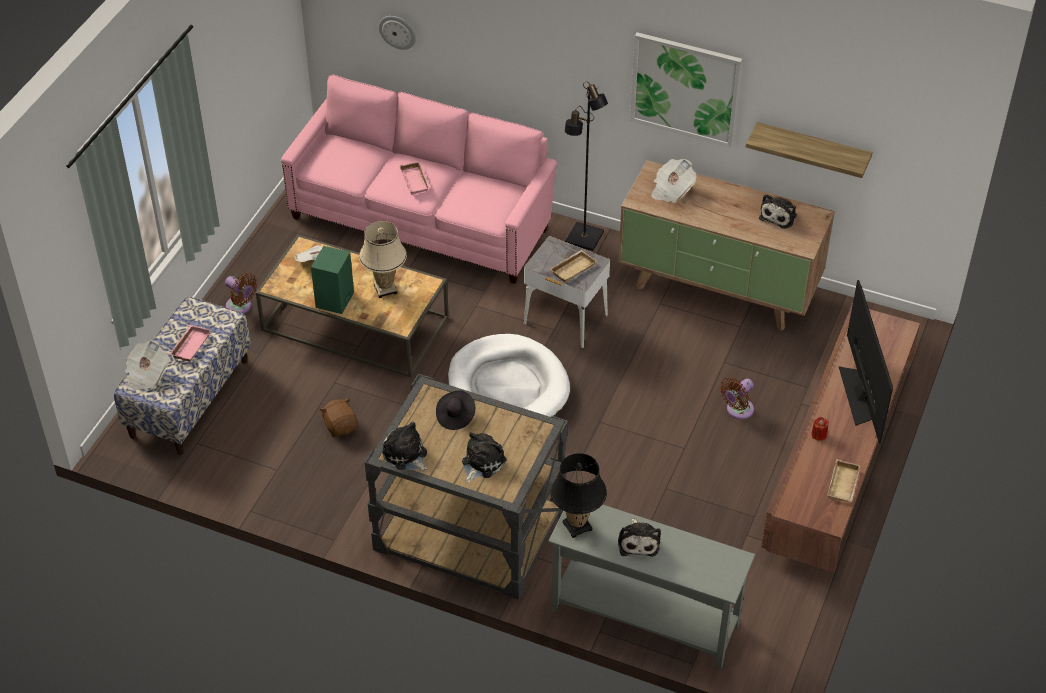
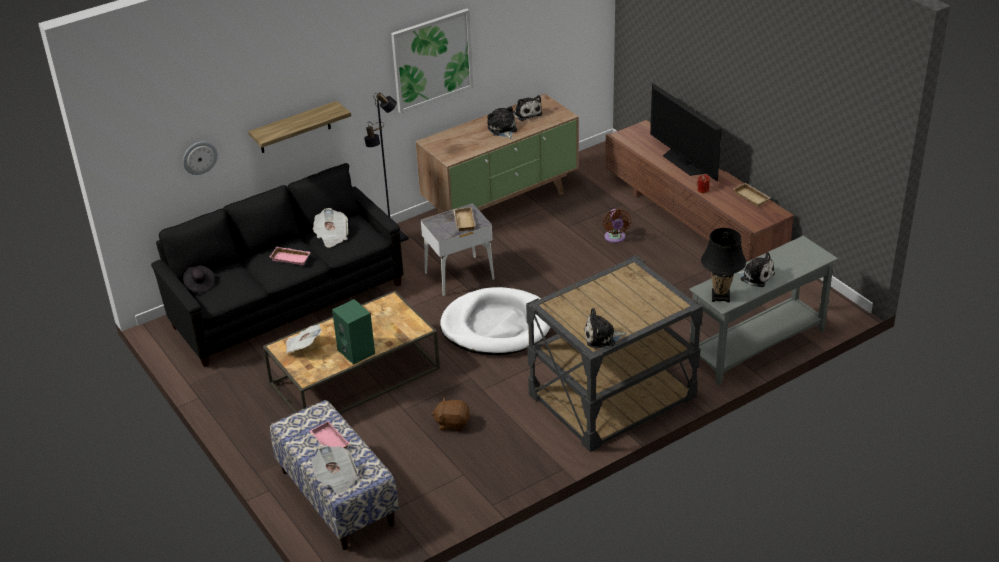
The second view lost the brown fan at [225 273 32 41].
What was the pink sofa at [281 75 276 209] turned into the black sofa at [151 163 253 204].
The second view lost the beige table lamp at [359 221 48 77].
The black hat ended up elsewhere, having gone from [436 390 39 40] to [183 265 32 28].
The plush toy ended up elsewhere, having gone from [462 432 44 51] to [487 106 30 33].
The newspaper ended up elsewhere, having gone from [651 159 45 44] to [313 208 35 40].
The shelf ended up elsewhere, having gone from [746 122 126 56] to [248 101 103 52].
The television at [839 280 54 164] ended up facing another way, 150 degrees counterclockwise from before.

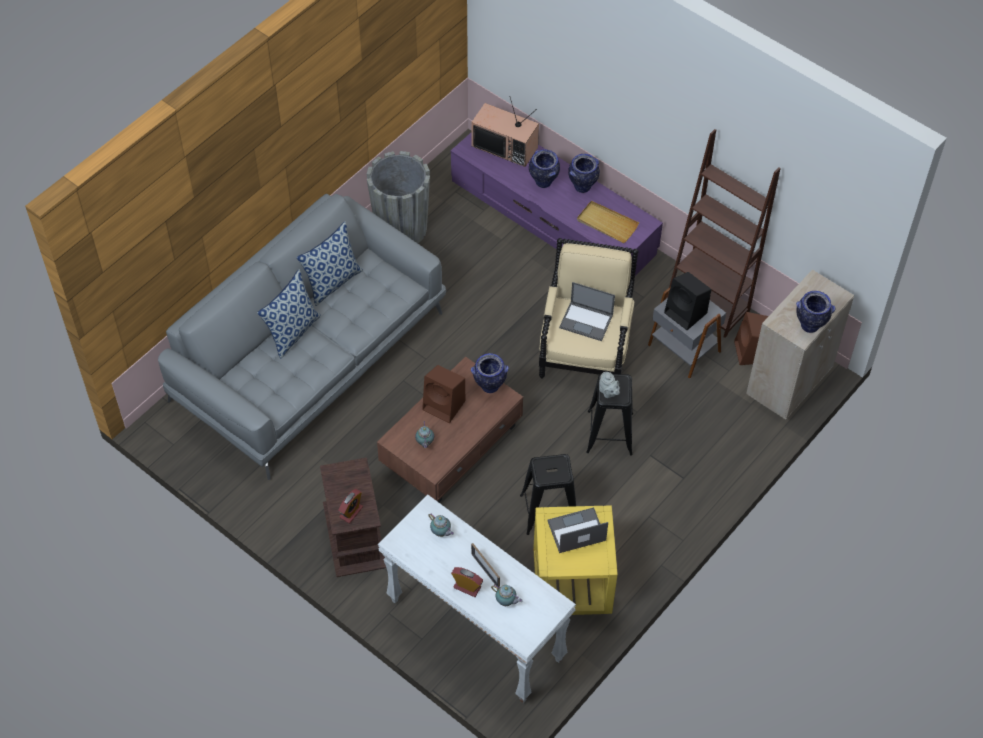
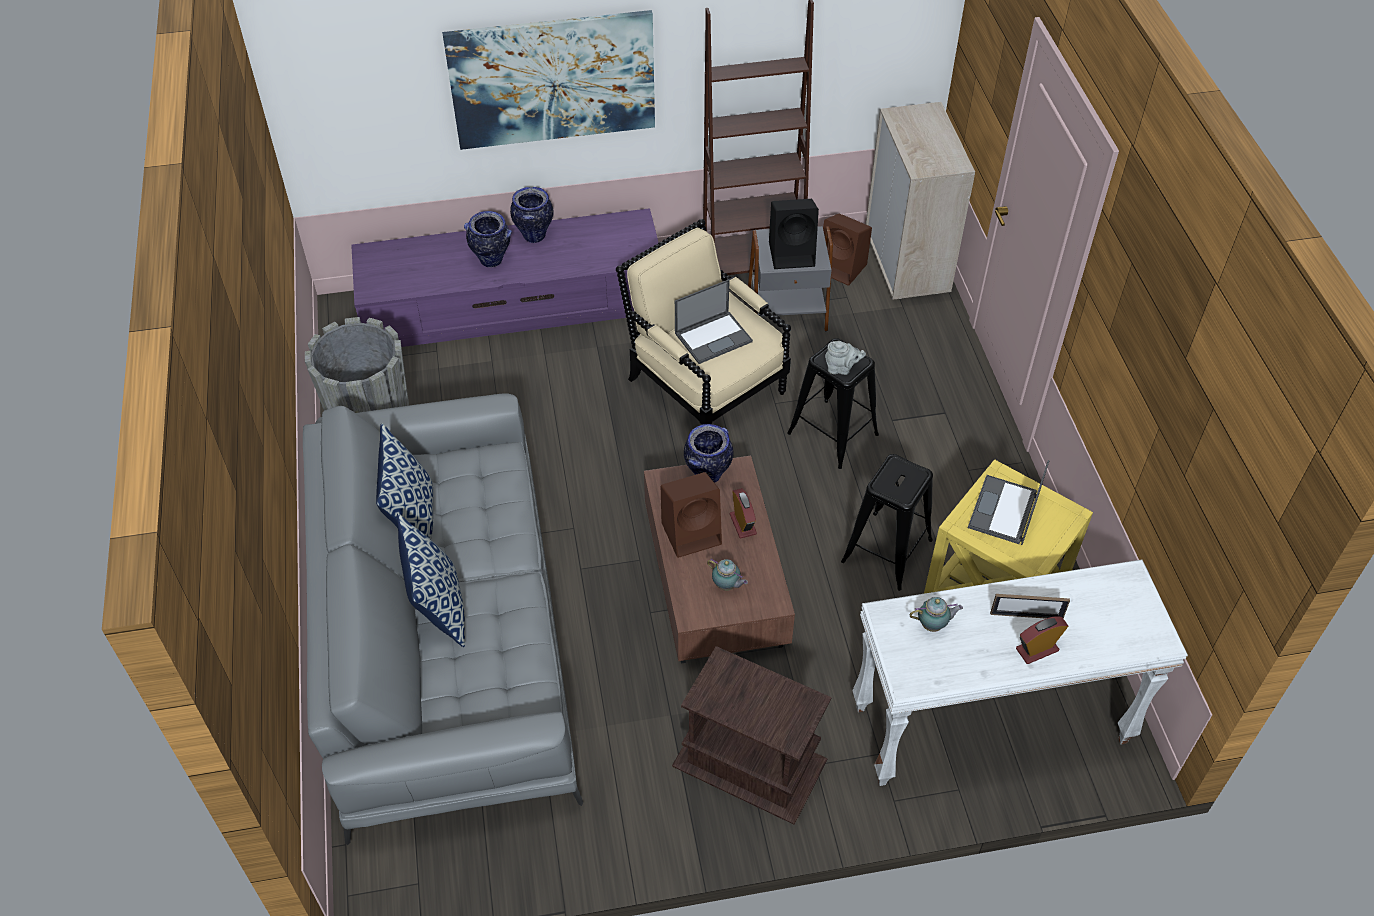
The alarm clock ended up elsewhere, having gone from [338 489 25 34] to [730 488 27 50].
The second view lost the television at [471 98 68 69].
The second view lost the teapot at [491 585 32 21].
The second view lost the beige tray at [577 201 62 42].
The second view lost the vase at [796 291 39 42].
The second view gained the picture at [442 10 213 140].

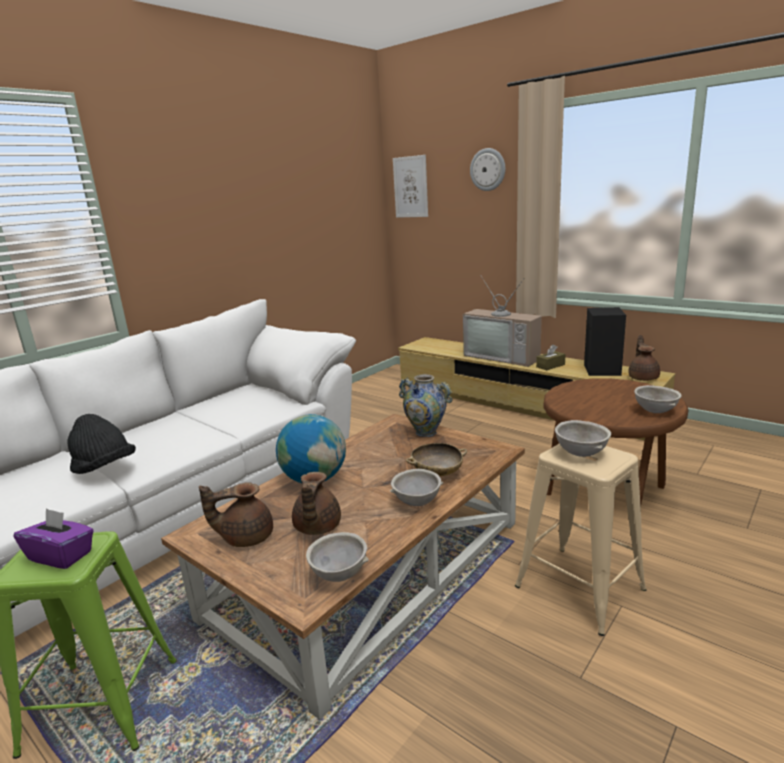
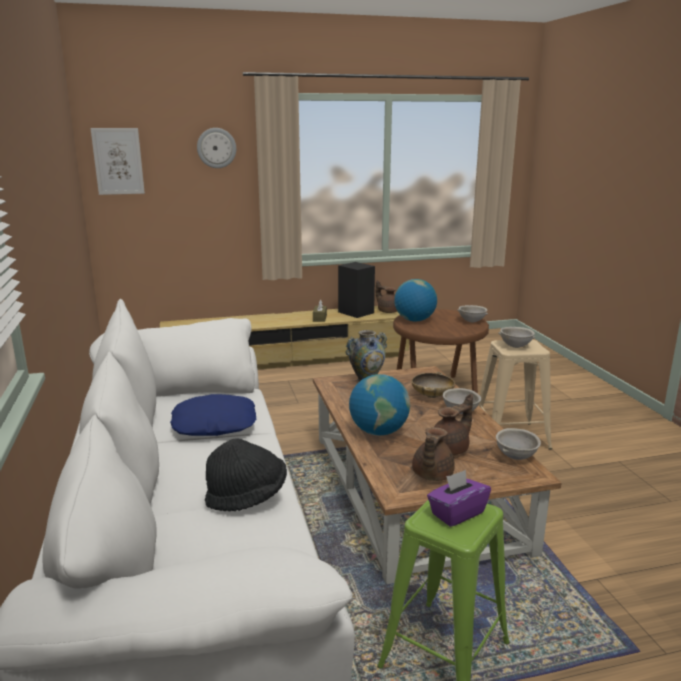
The brown teapot at [292 472 49 63] ended up facing another way, 75 degrees counterclockwise from before.
The second view lost the television at [463 275 79 92].
The second view gained the blue pillow at [170 394 86 42].
The second view gained the globe at [394 279 43 42].

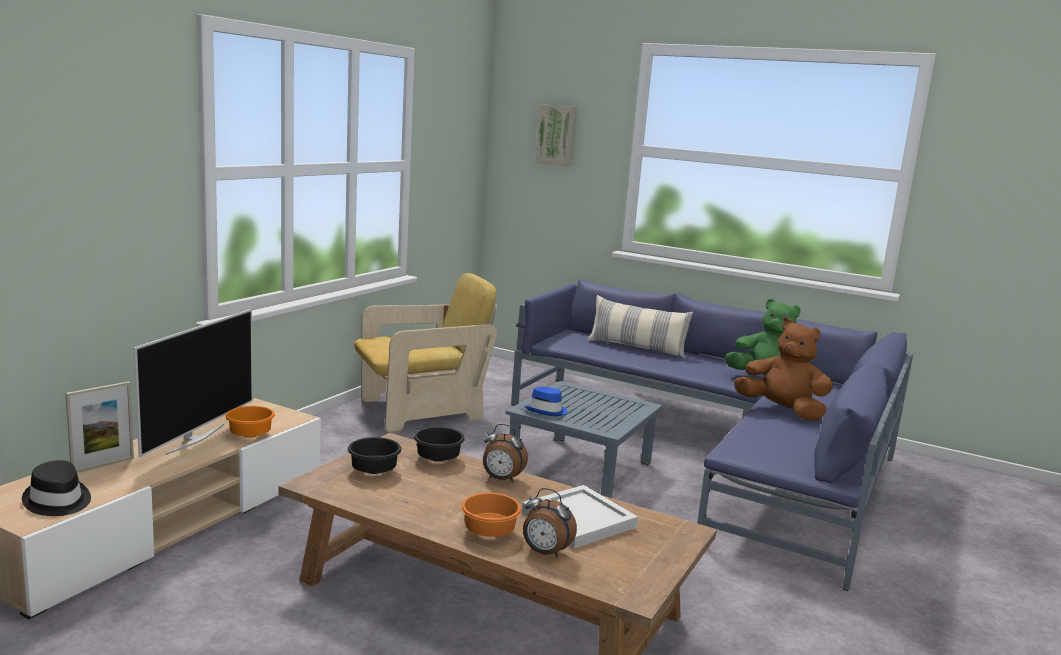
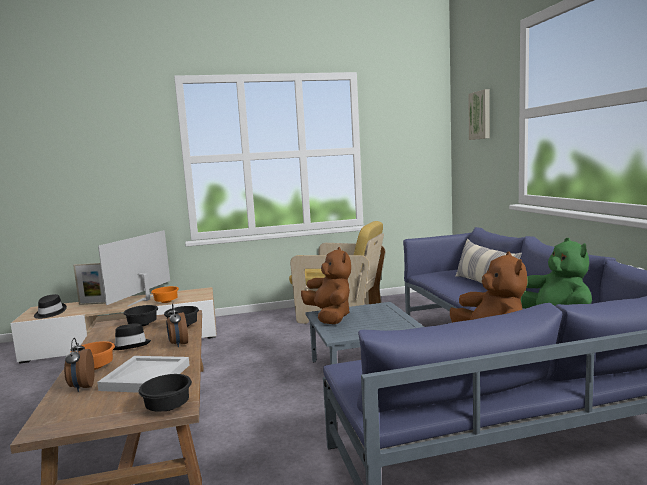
The television at [134 309 119 148] ended up facing another way, 135 degrees clockwise from before.
Where the blue hat stood at [525 387 43 29], the brown plush toy came to stand at [301 247 50 77].
The second view gained the black hat at [113 323 38 27].
The second view gained the black bowl at [138 374 54 37].

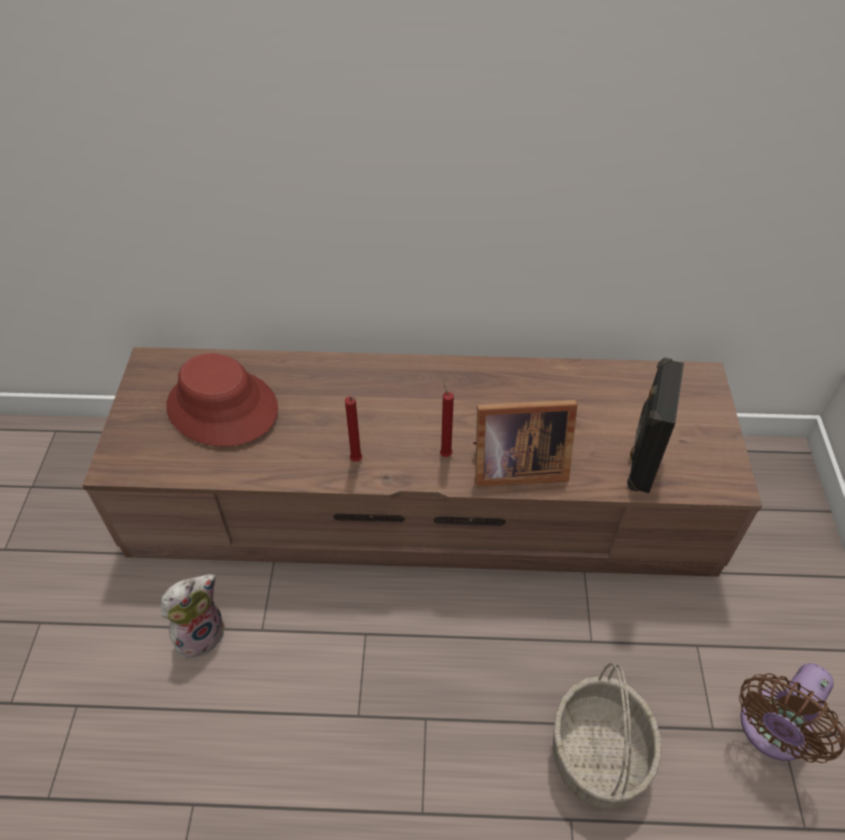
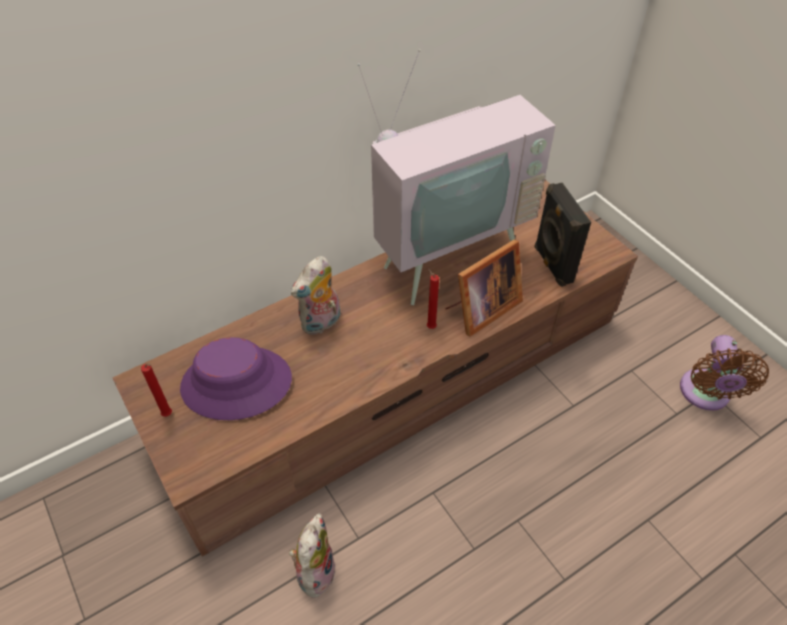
What was the red hat at [166 353 112 93] turned into the purple hat at [180 337 112 83].
The red candle ended up elsewhere, having gone from [345 396 17 66] to [141 363 31 54].
The second view lost the basket at [553 663 108 146].
The second view gained the plush toy at [291 256 50 79].
The second view gained the television at [357 49 199 256].

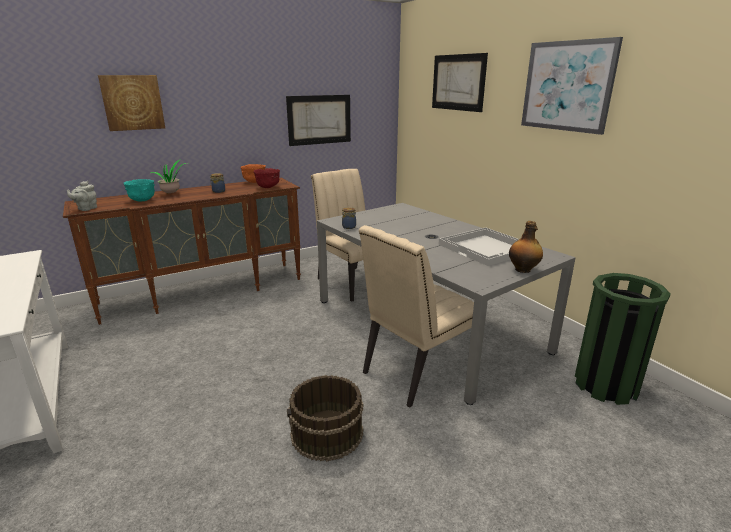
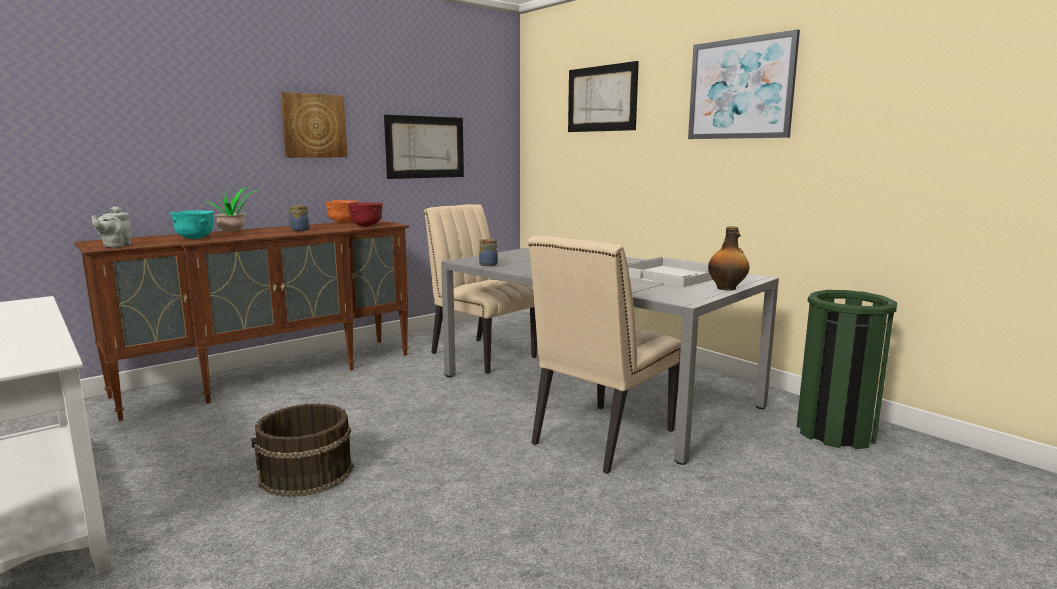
The picture ended up elsewhere, having gone from [98 75 67 56] to [280 92 67 66].
The brown bucket ended up elsewhere, having gone from [287 375 76 87] to [251 403 102 94].

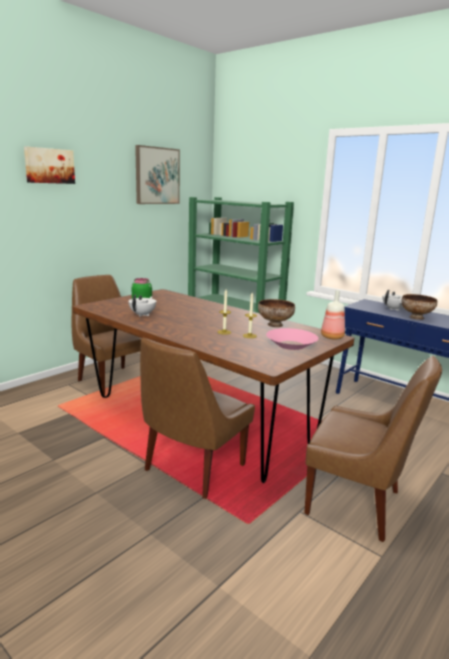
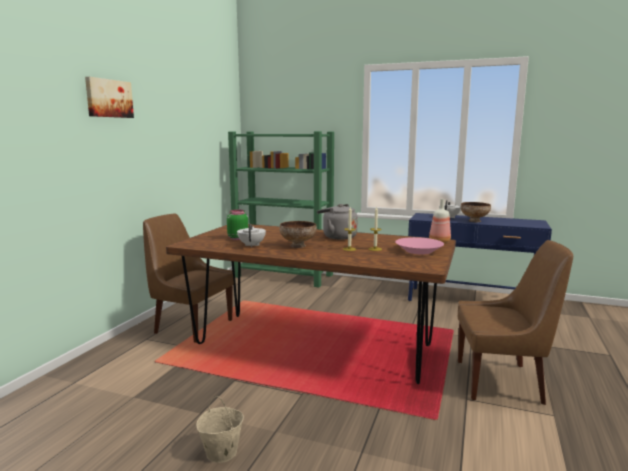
The second view lost the picture at [135 145 45 59].
The second view lost the brown chair at [140 338 115 161].
The bowl ended up elsewhere, having gone from [258 299 37 28] to [279 221 38 27].
The second view gained the beige bucket at [196 396 48 67].
The second view gained the grey kettle at [317 204 41 36].

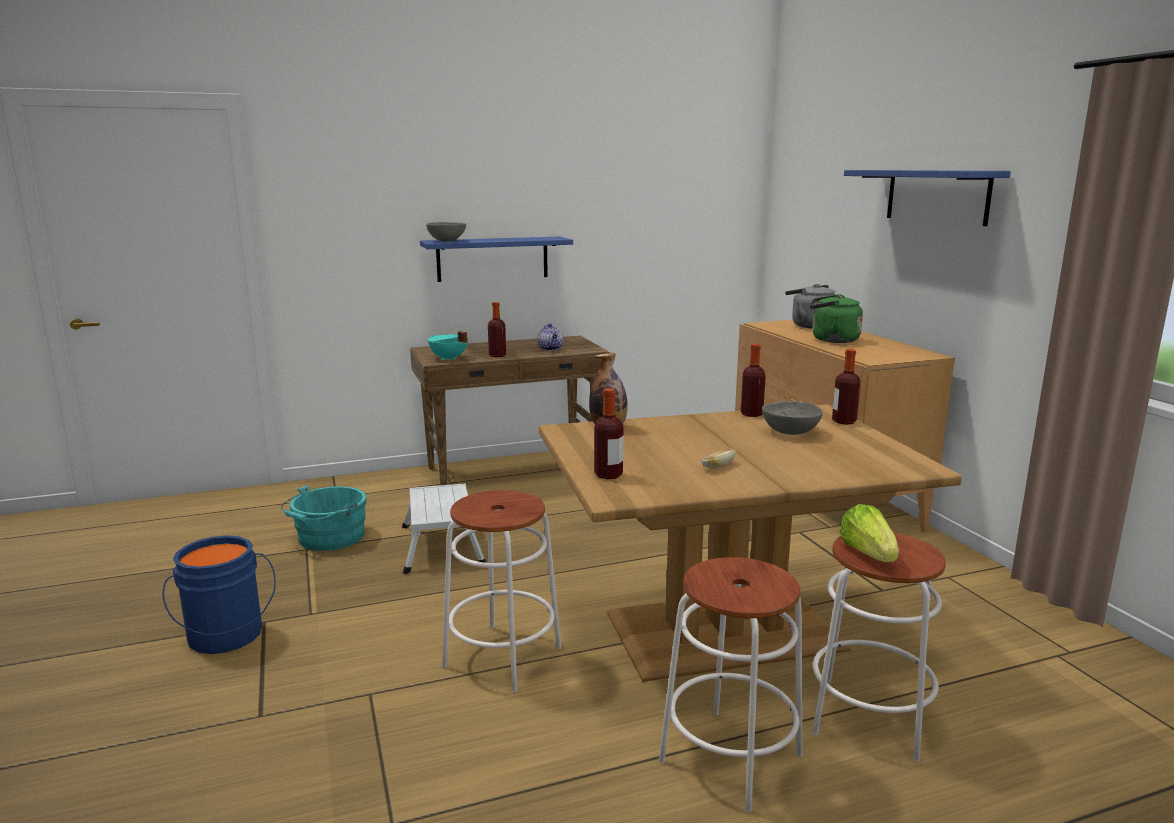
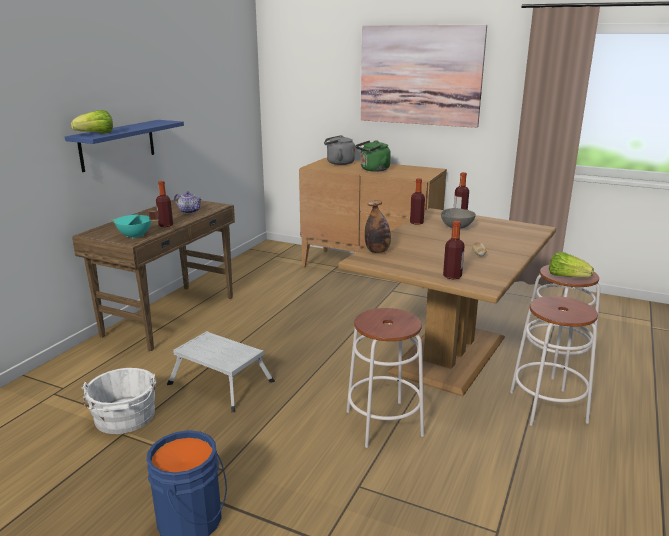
What was the turquoise bucket at [281 485 86 66] turned into the white bucket at [82 368 74 66].
Where the grey bowl stood at [426 222 40 19], the lettuce came to stand at [71 110 42 23].
Where the blue shelf hung at [844 170 167 56], the picture came to hang at [361 25 126 103].

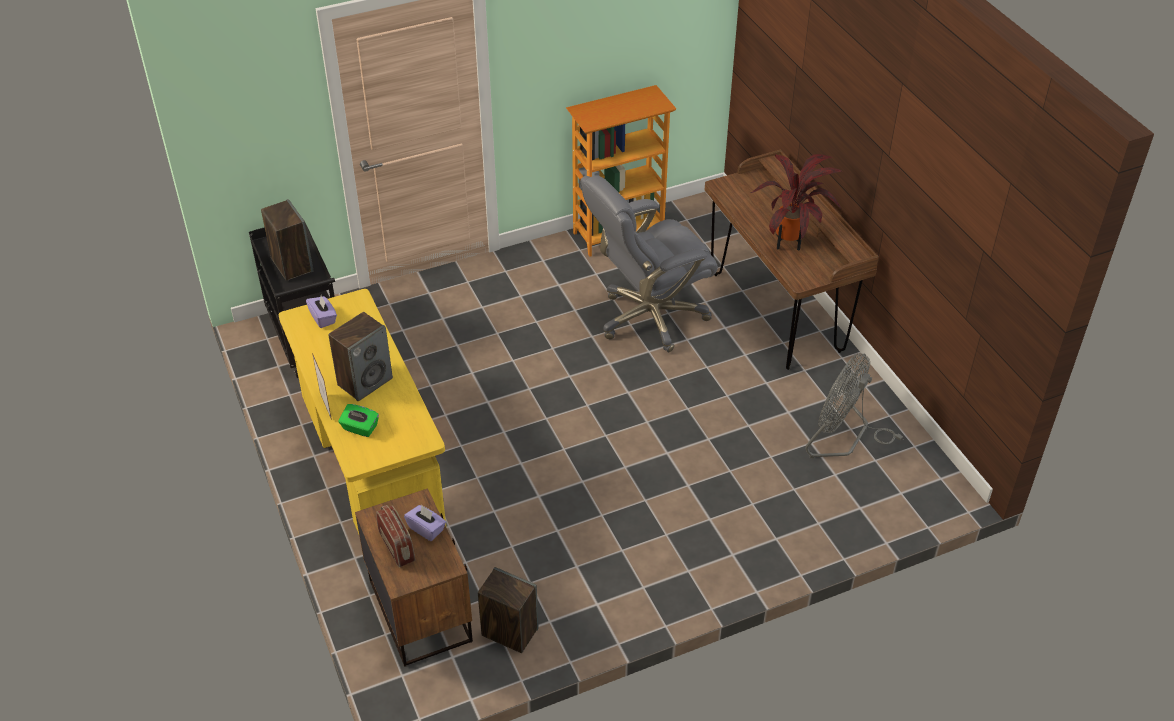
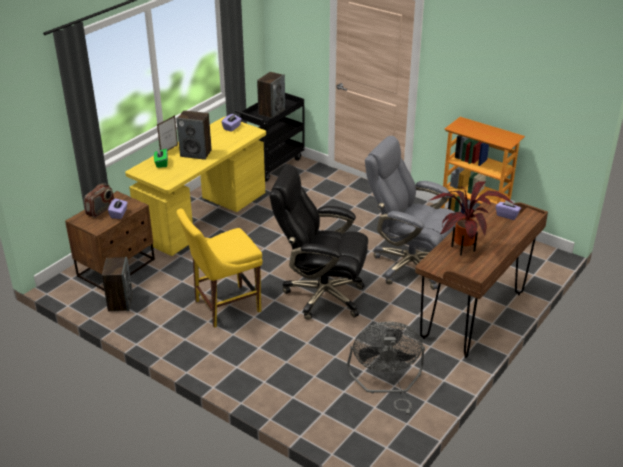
The second view gained the yellow chair at [177 208 86 120].
The second view gained the black office chair at [270 164 98 156].
The second view gained the purple tissue box at [496 200 25 20].

